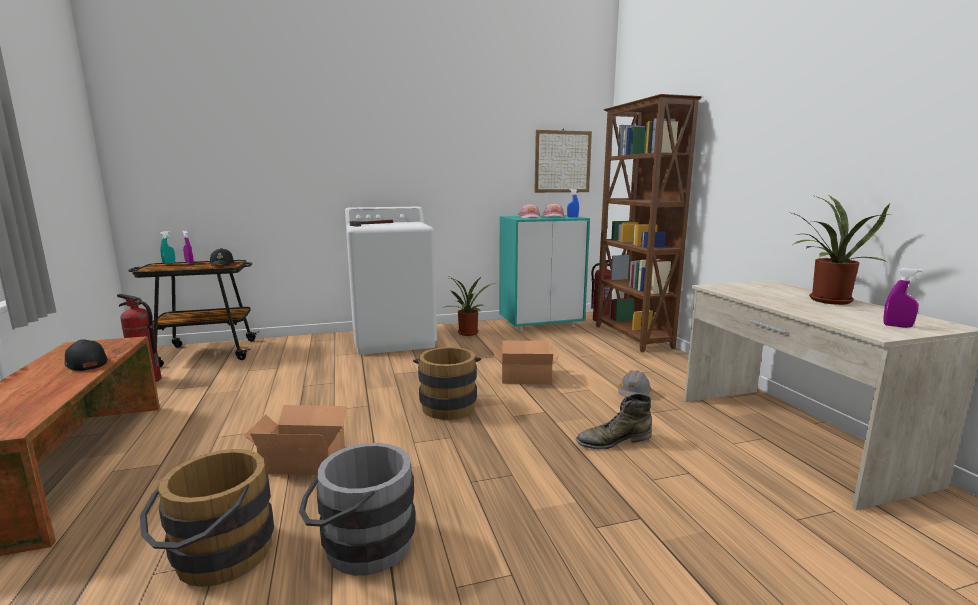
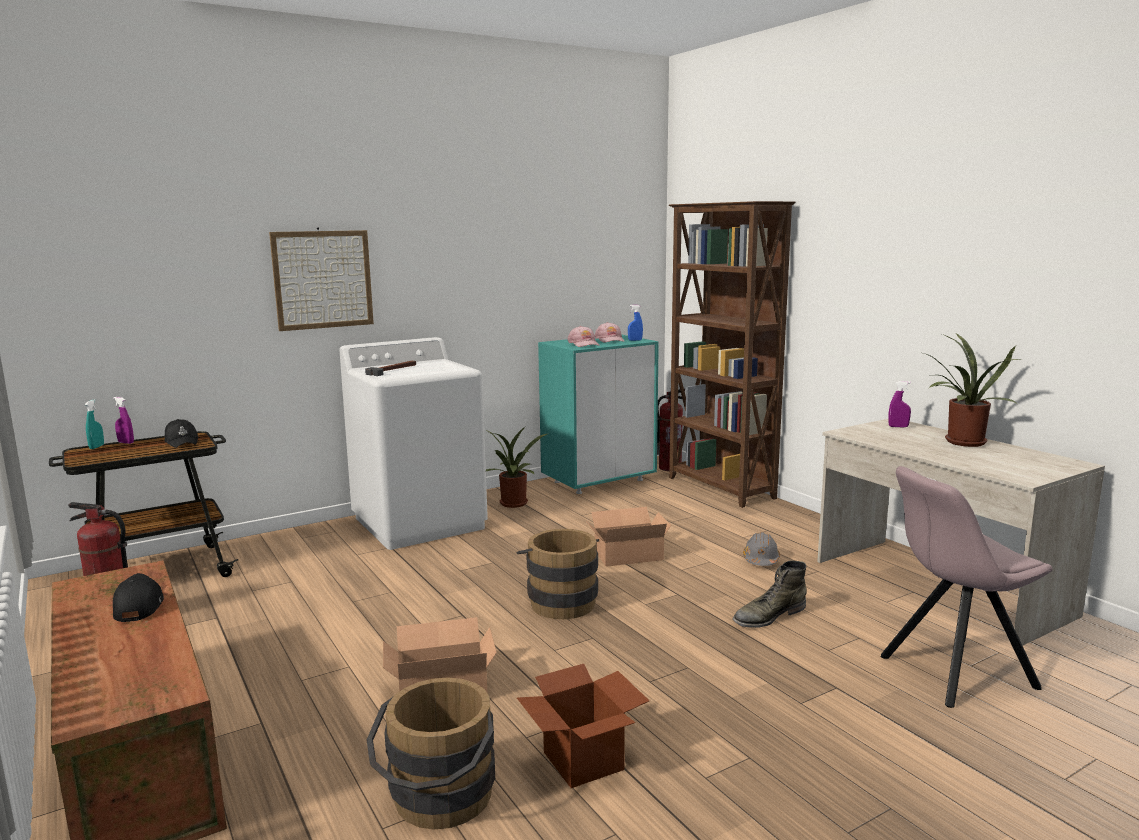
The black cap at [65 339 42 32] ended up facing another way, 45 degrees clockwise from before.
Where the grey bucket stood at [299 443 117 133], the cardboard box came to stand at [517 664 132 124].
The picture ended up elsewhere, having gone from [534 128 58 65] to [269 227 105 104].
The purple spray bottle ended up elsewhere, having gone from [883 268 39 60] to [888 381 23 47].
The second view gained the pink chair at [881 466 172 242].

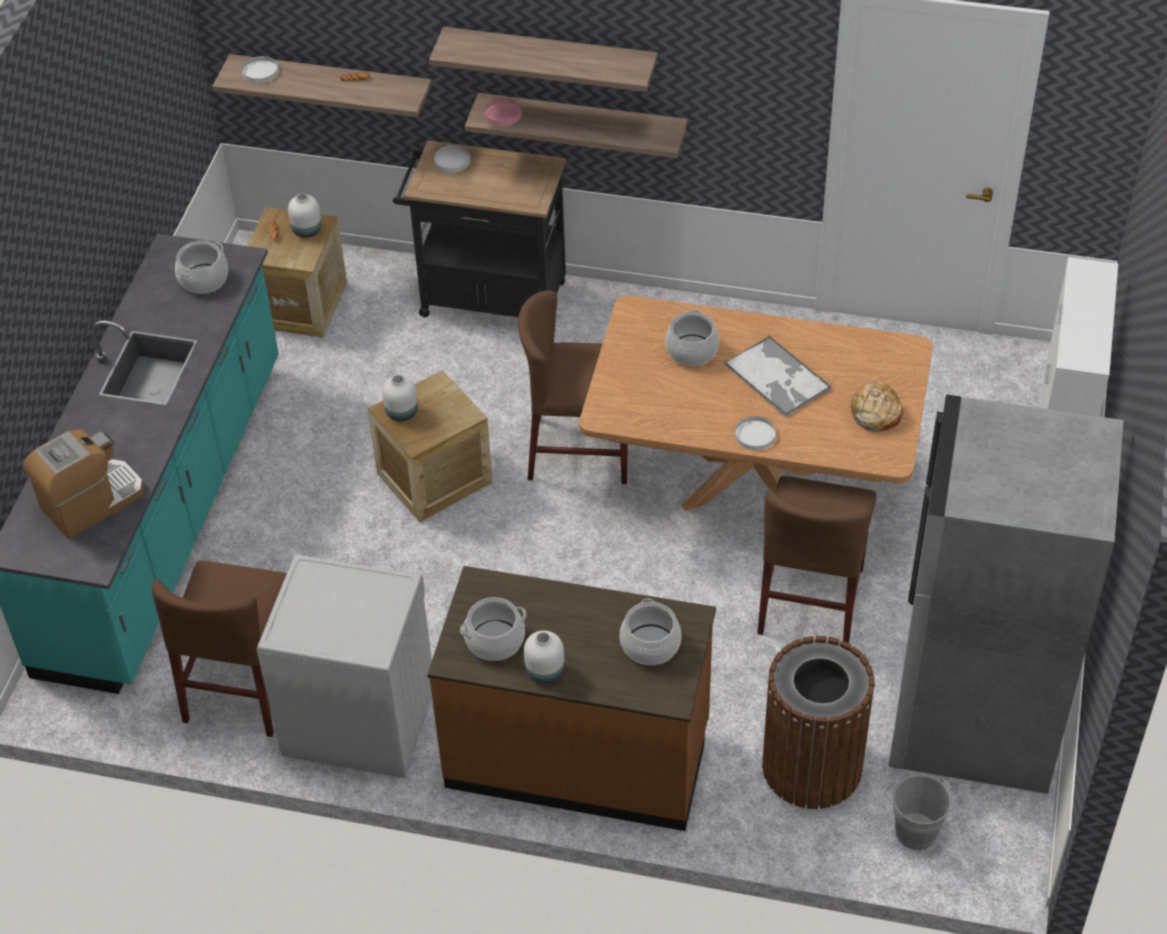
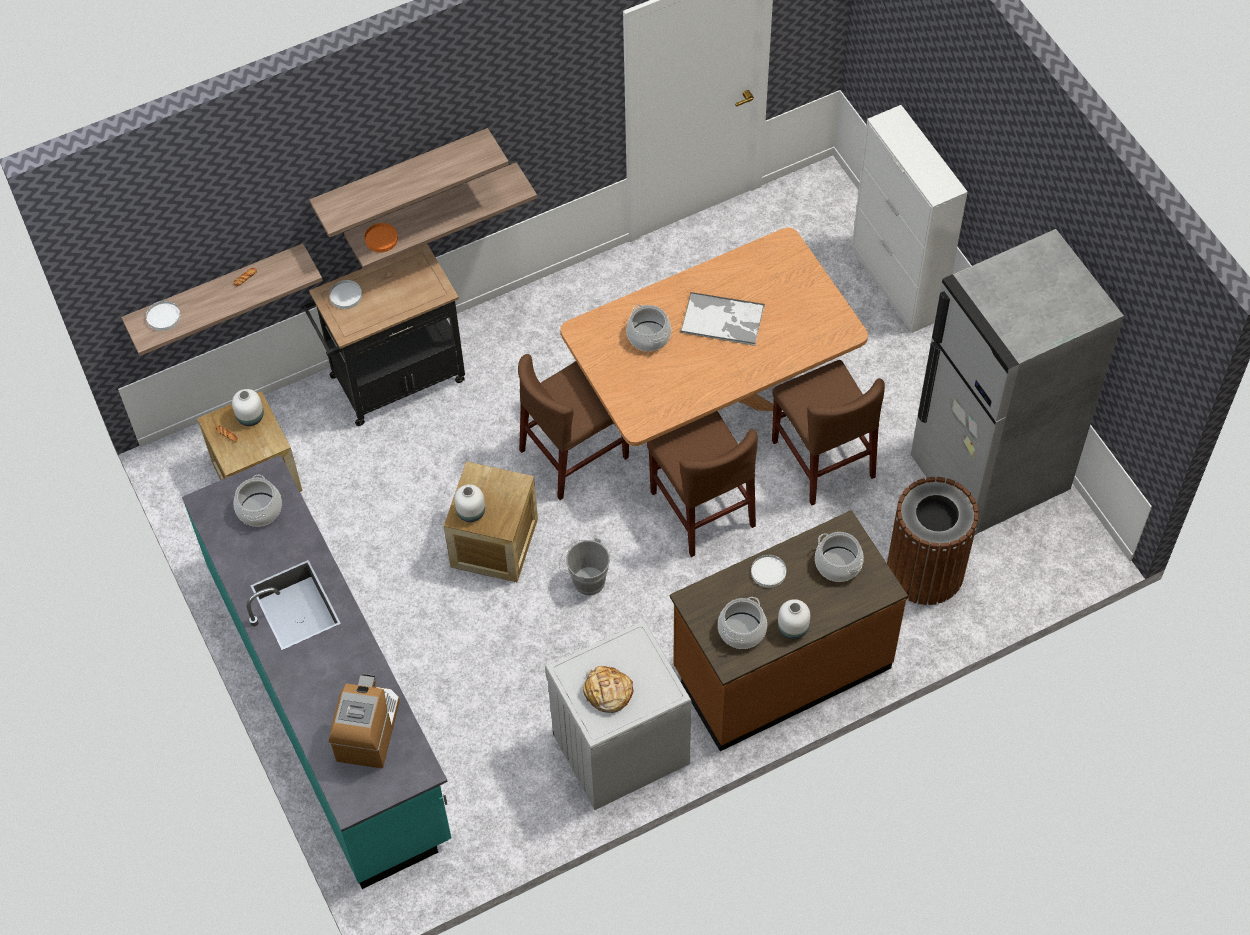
The brown chair ended up elsewhere, having gone from [151 560 136 177] to [647 411 111 146].
What was the pink plate at [484 98 38 28] turned into the orange plate at [365 223 33 29].
The white plate ended up elsewhere, having gone from [735 416 41 34] to [751 554 35 34].
The bread ended up elsewhere, having gone from [849 381 55 51] to [583 666 51 47].
The grey bucket ended up elsewhere, having gone from [885 774 67 76] to [559 538 51 58].

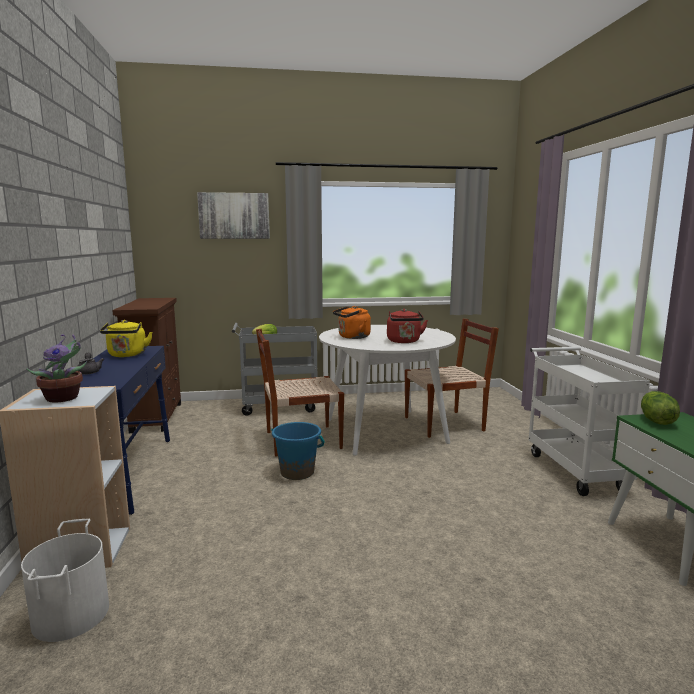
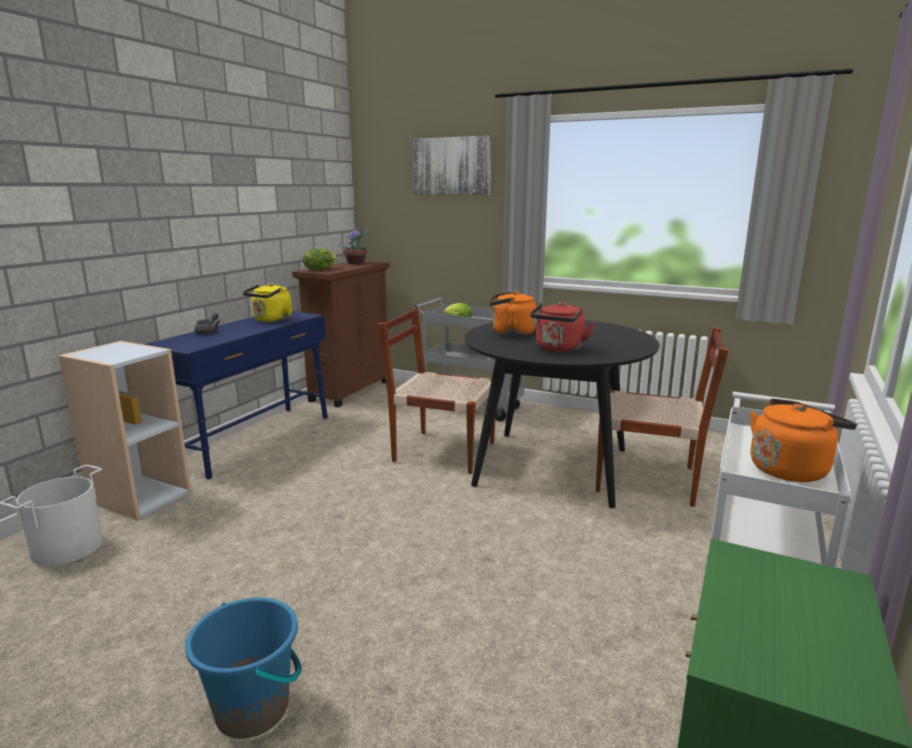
The potted plant ended up elsewhere, having gone from [26 334 61 69] to [339 225 31 39].
The blue bucket ended up elsewhere, having gone from [271 422 54 58] to [185 597 117 142].
What was the white dining table at [319 325 137 131] turned into the black dining table at [464 320 196 188].
The lettuce ended up elsewhere, having gone from [641 391 39 34] to [303 248 34 22].
The second view gained the orange kettle at [750 398 107 84].

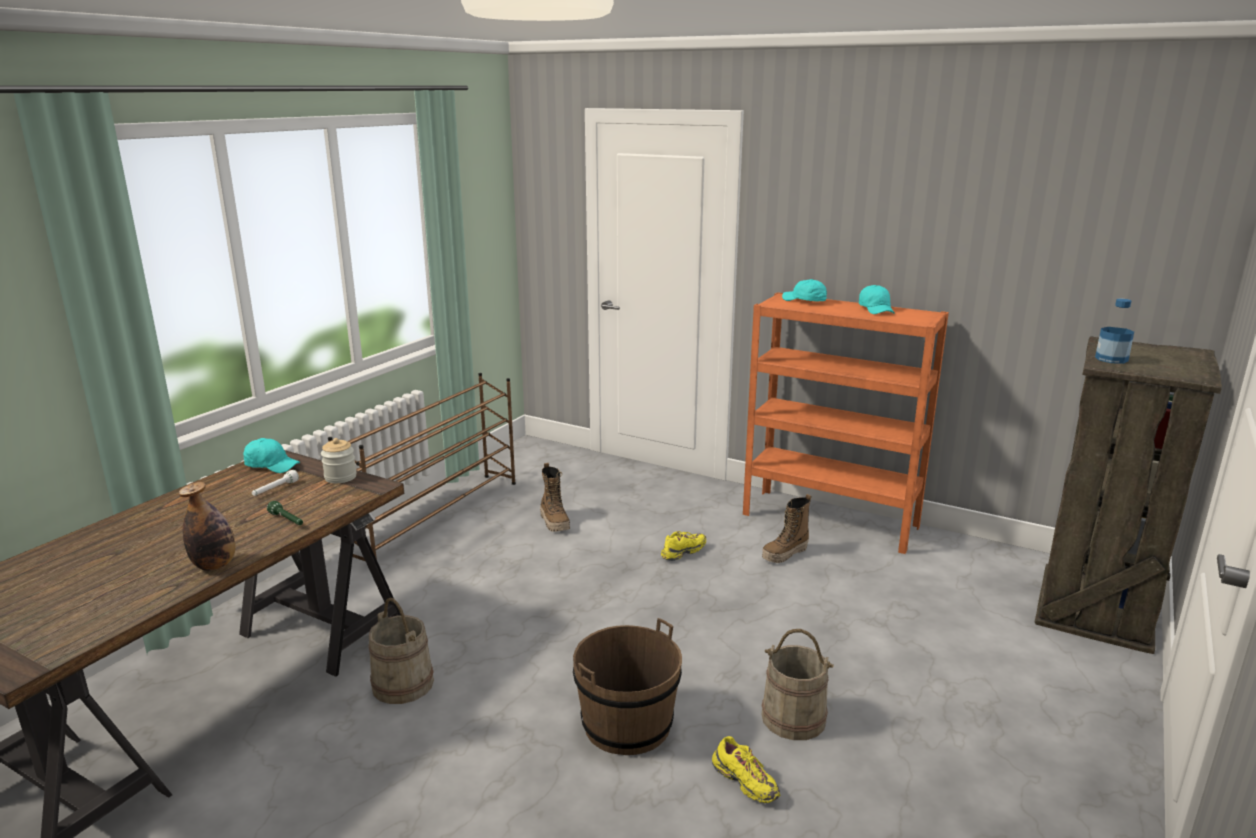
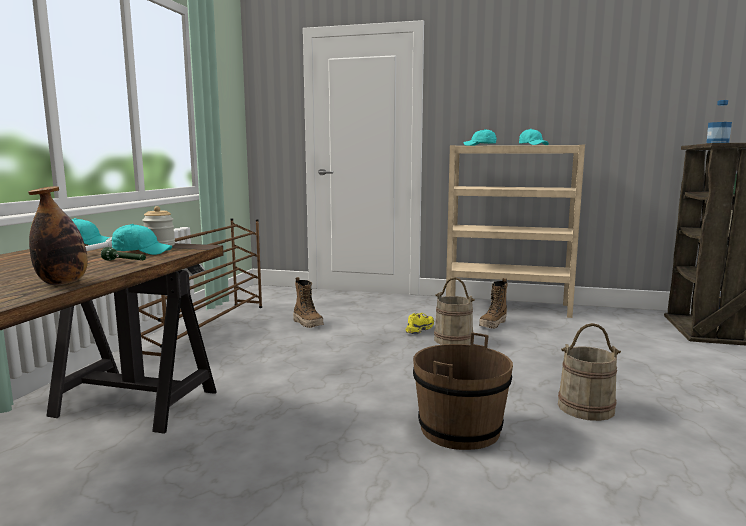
The beige bucket ended up elsewhere, having gone from [368 598 66 106] to [434 277 41 68].
The second view lost the yellow shoe at [712 736 68 67].
What was the orange bookcase at [743 292 206 262] turned into the beige bookcase at [446 145 139 173].
The second view gained the turquoise cap at [112 224 60 31].

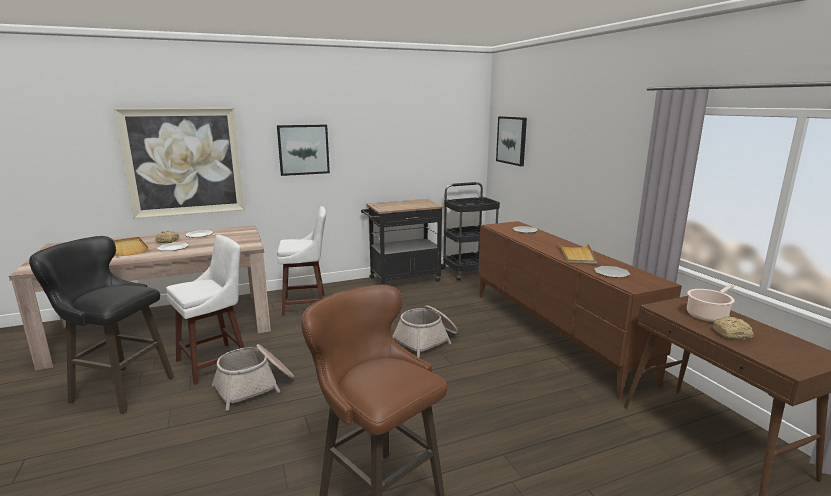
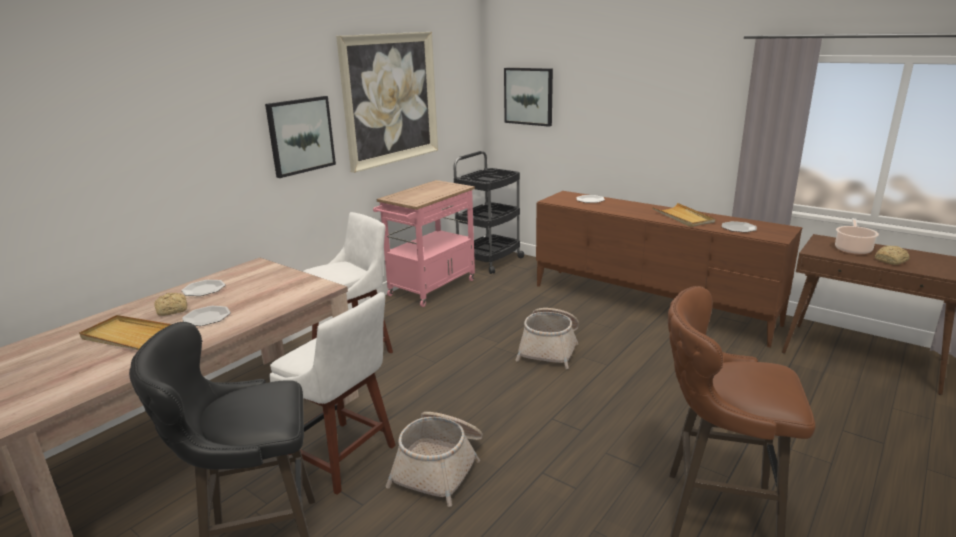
The picture ended up elsewhere, having gone from [114 108 131 111] to [336 32 102 141].
The white chair at [166 235 78 150] ended up facing another way, 105 degrees clockwise from before.
What was the black cart at [361 199 83 86] turned into the pink cart at [373 180 102 127].

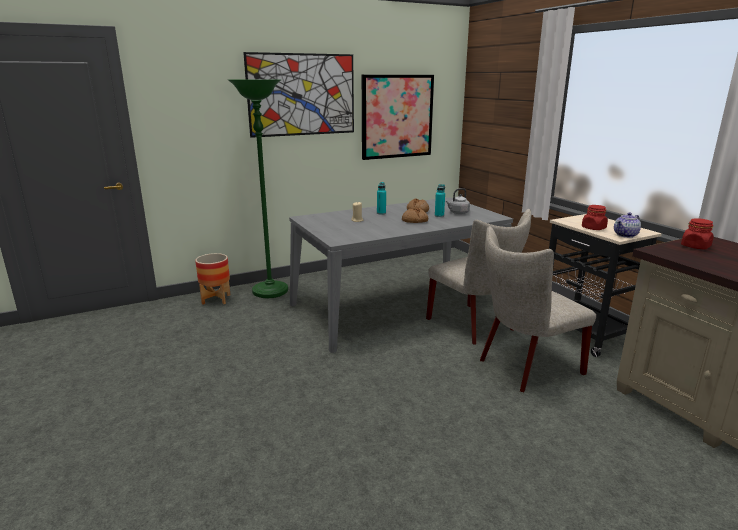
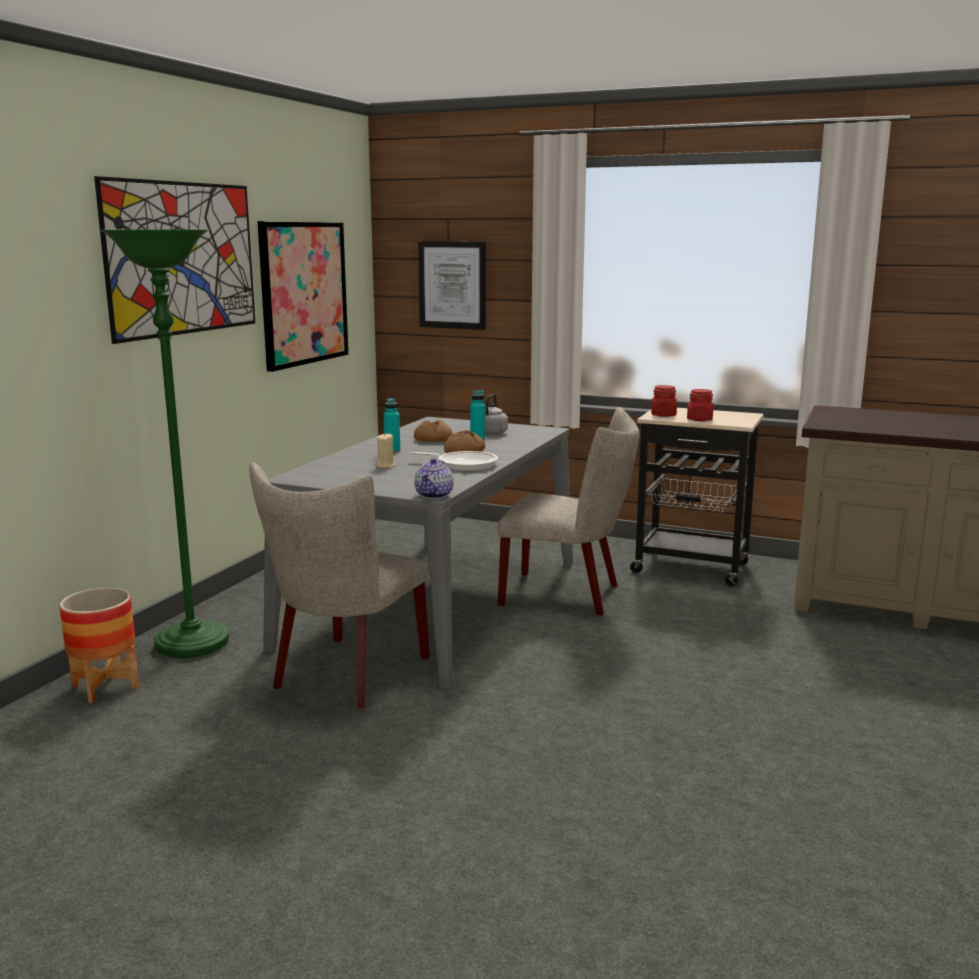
The beige chair ended up elsewhere, having gone from [480 226 116 166] to [249 462 181 247].
The teapot ended up elsewhere, having gone from [614 212 27 26] to [414 458 40 41].
The red jar ended up elsewhere, having gone from [681 218 33 31] to [651 385 26 32].
The second view gained the frying pan at [410 451 88 20].
The second view gained the picture at [418 241 68 89].

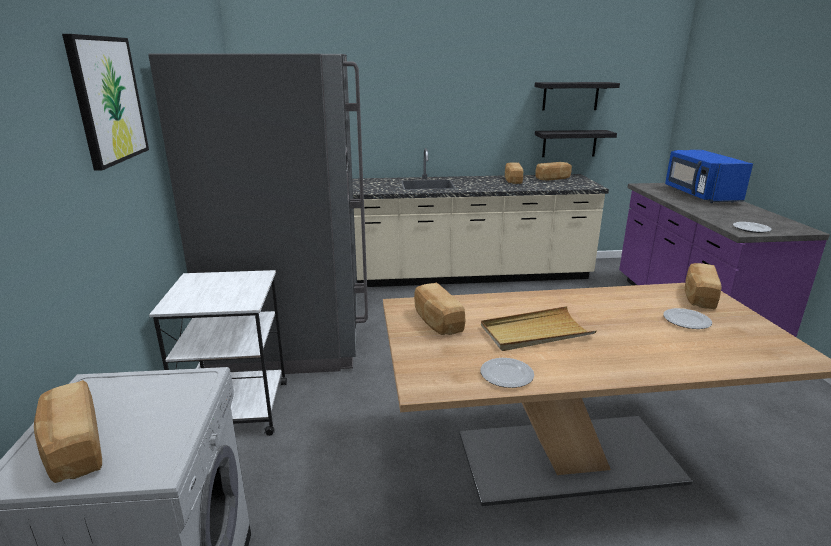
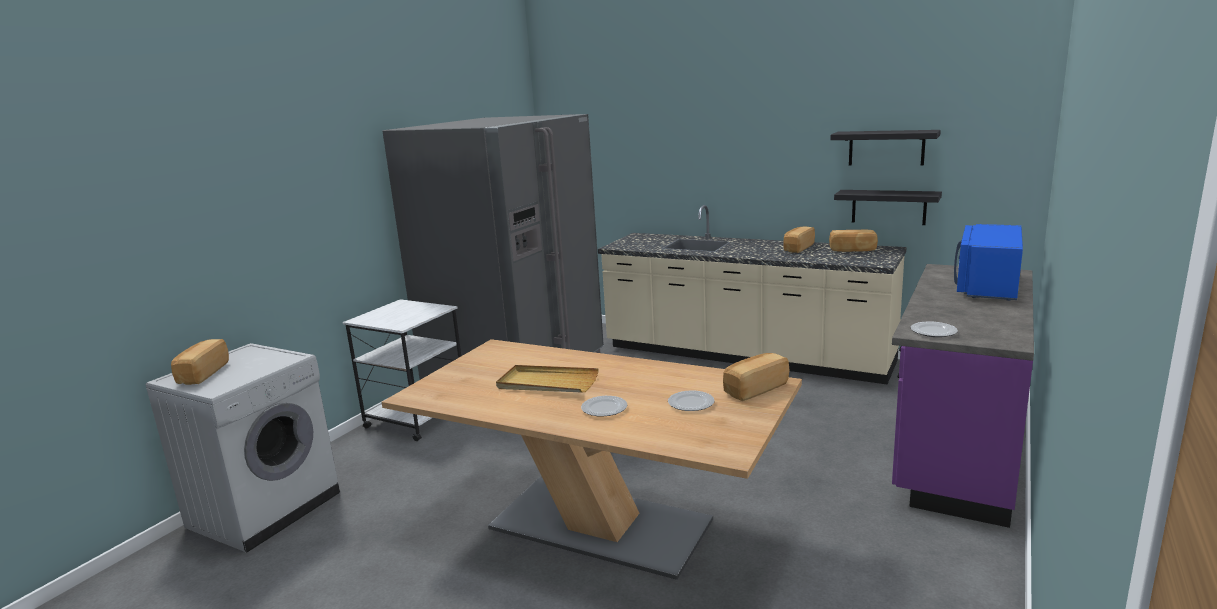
The second view lost the picture at [62 34 87 137].
The second view lost the bread at [414 282 51 53].
The plate ended up elsewhere, having gone from [480 358 54 30] to [581 396 46 20].

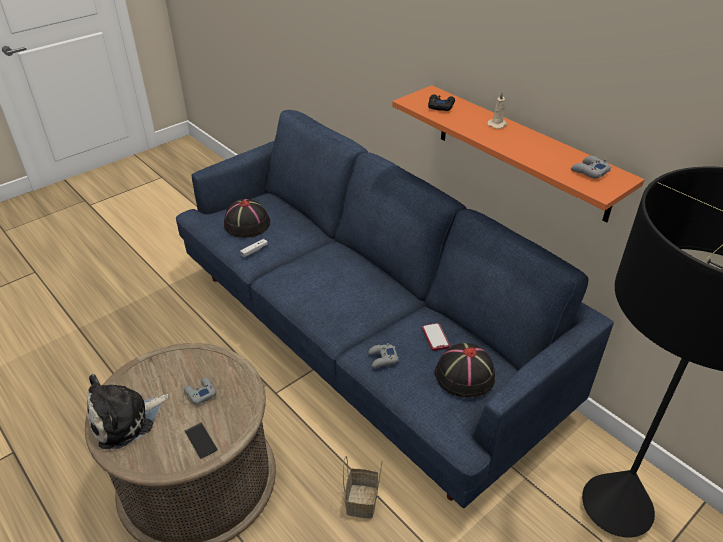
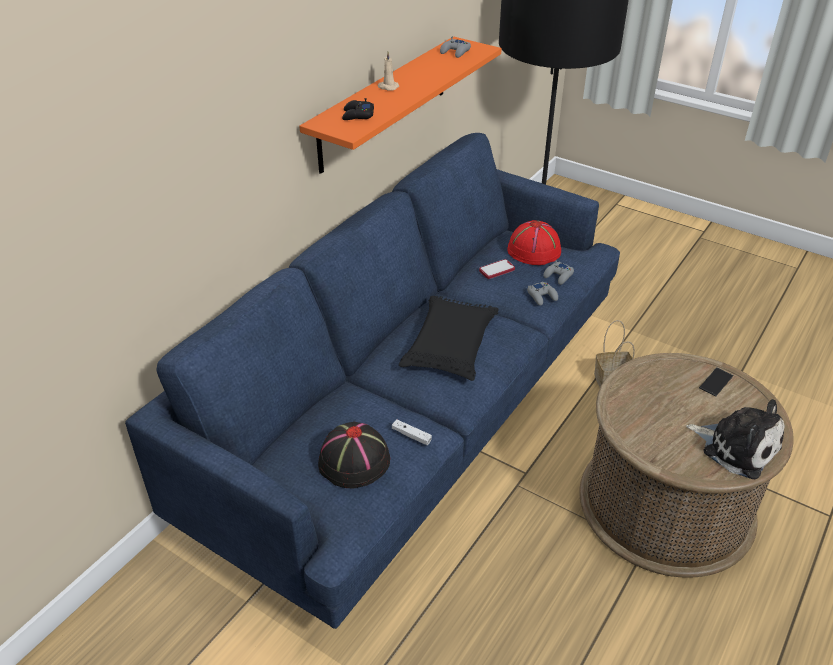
The grey game controller ended up elsewhere, having gone from [184 377 32 28] to [543 261 31 24].
What was the black hat at [435 343 60 55] turned into the red hat at [507 220 54 45].
The second view gained the black pillow at [399 296 100 85].

